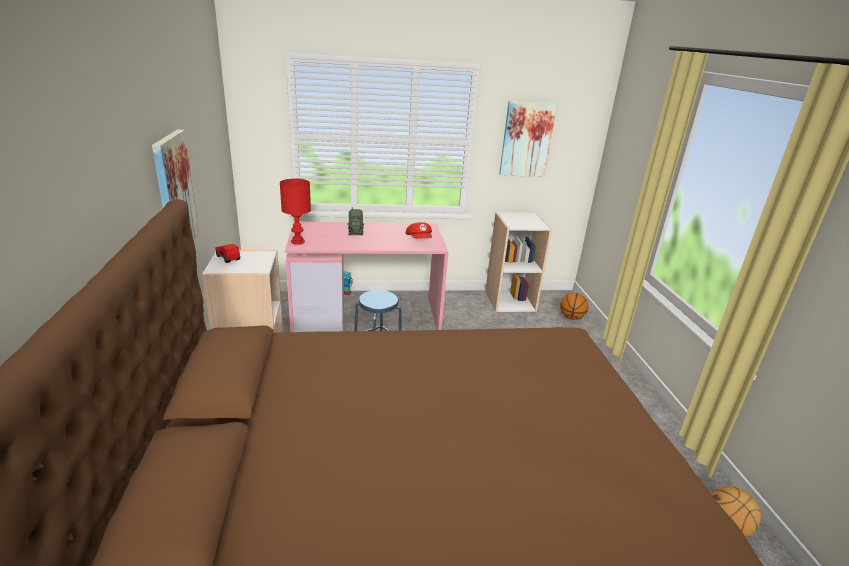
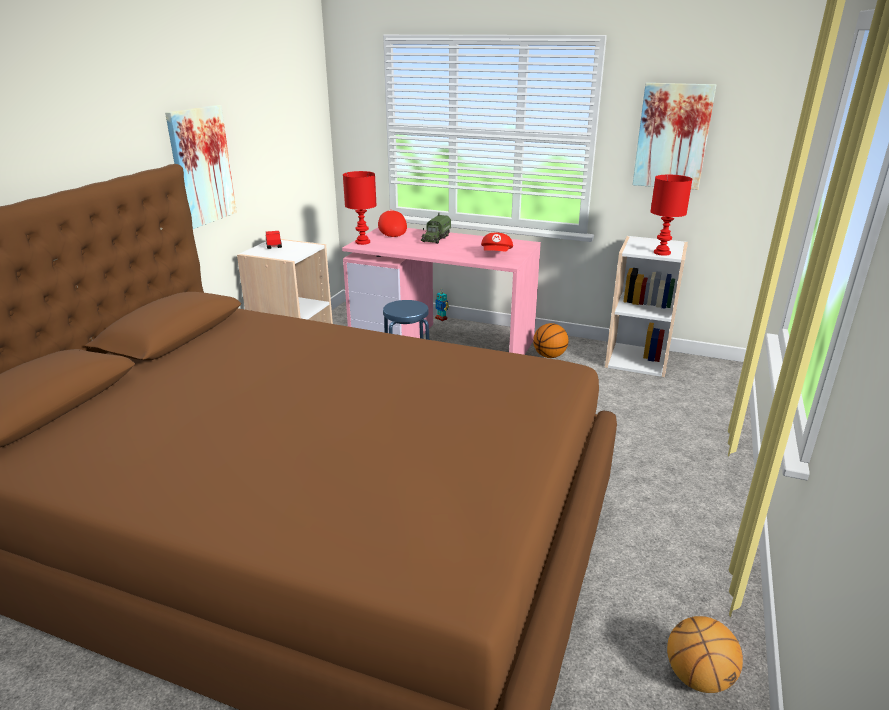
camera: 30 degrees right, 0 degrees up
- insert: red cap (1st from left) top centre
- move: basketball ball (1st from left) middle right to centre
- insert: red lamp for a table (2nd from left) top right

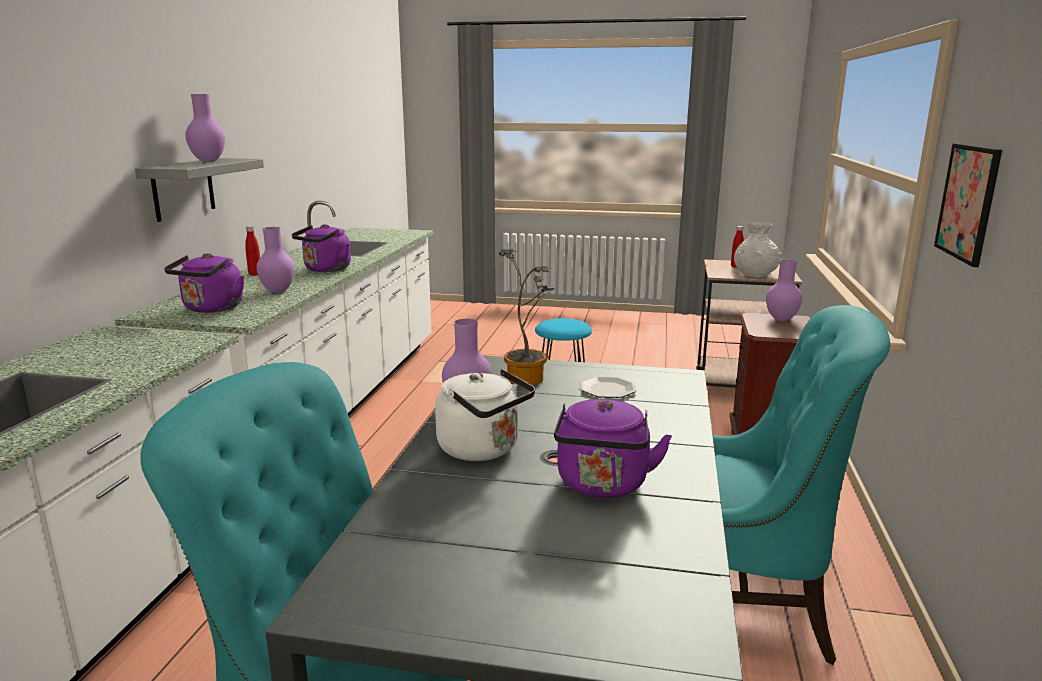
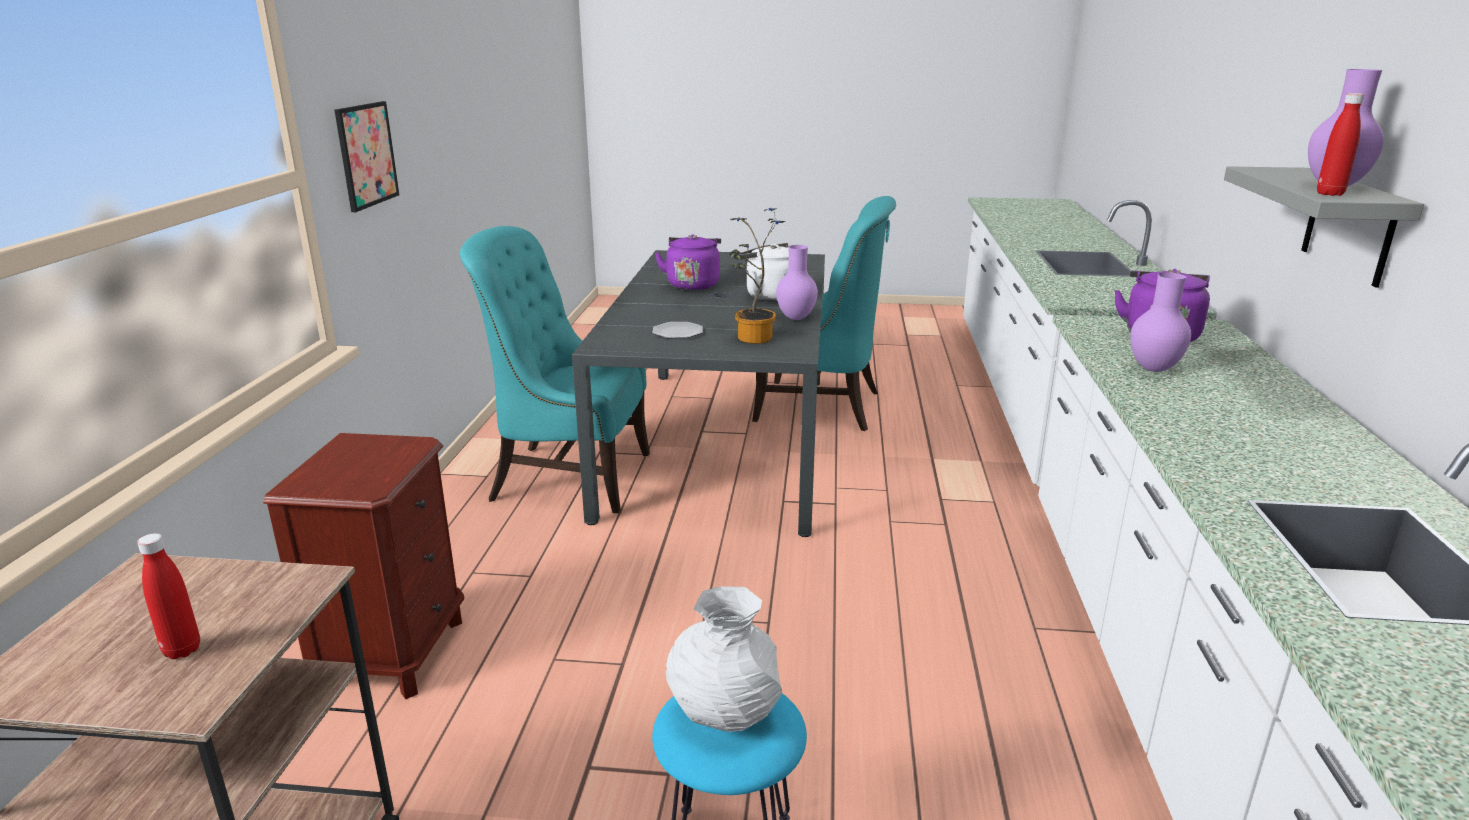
camera: 175 degrees right, 5 degrees up
- move: white-coloured decorative vase middle right to bottom centre
- move: red drink bottle (1st from left in the first image) middle left to red drink bottle (2nd from left) top right
- delete: purple tea kettle (2nd from left) middle left
- delete: purple decorative vase (4th from left) middle right

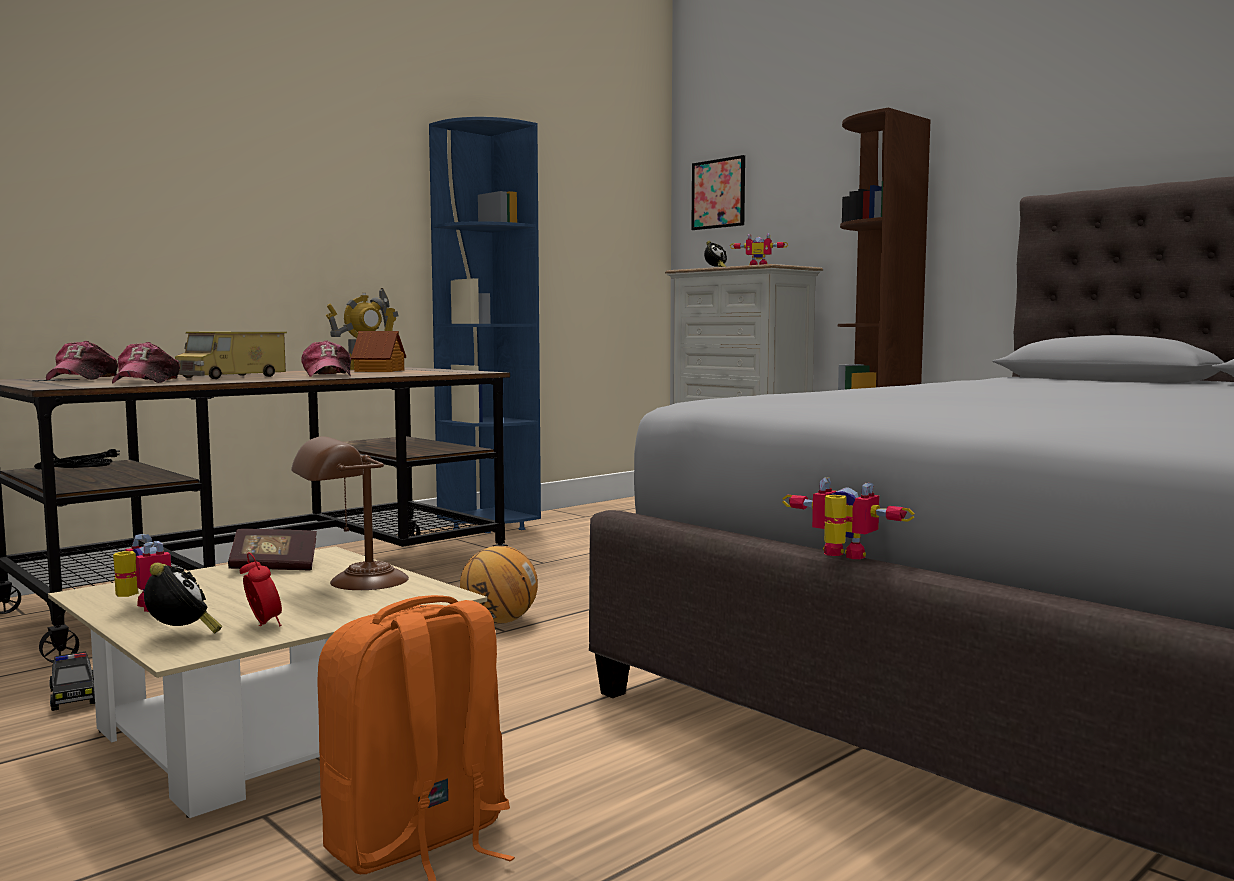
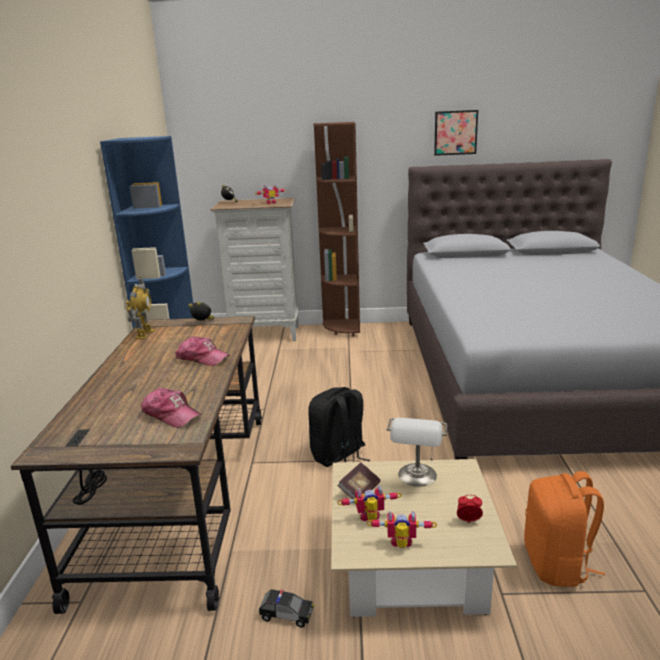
camera: 45 degrees left, 15 degrees up
- move: table clock (1st from left) bottom left to middle left
- replace: basketball ball centre to blackish knapsack centre
- move: toy robot (4th from left in the first image) middle right to toy robot (3rd from left) bottom centre
- recolor: brownish lamp for a table middle left to white-coloured lamp for a table bottom centre
- move: wall art top centre to top right
- delete: cap (1st from left) middle left
- delete: model truck middle left
- delete: miniature house middle left

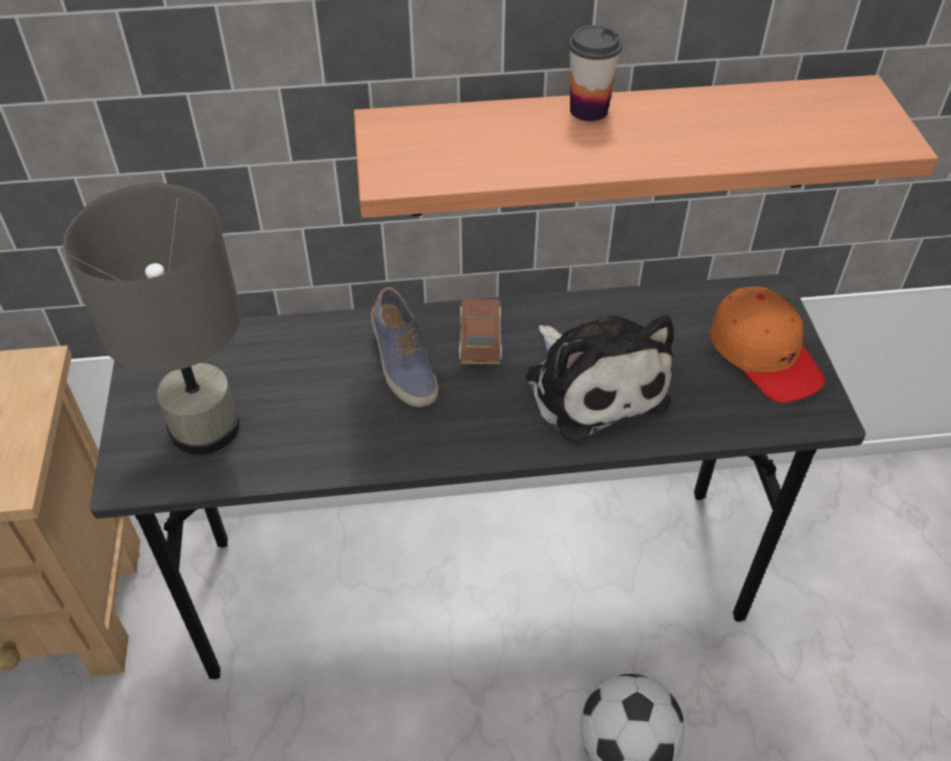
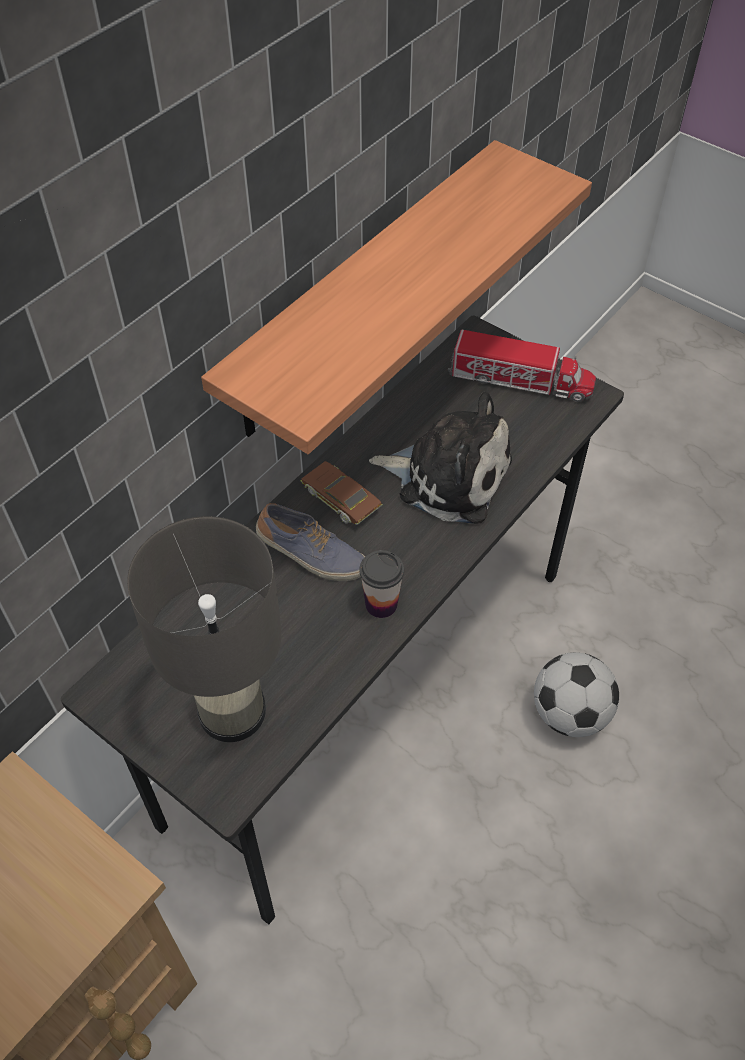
camera: 45 degrees left, 5 degrees up
- move: small cup top centre to centre
- replace: orangey cap middle right to model truck middle right

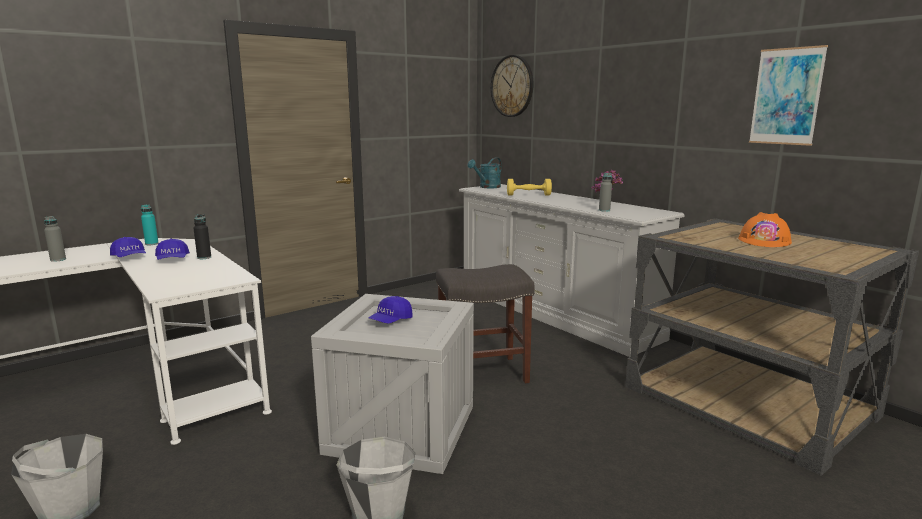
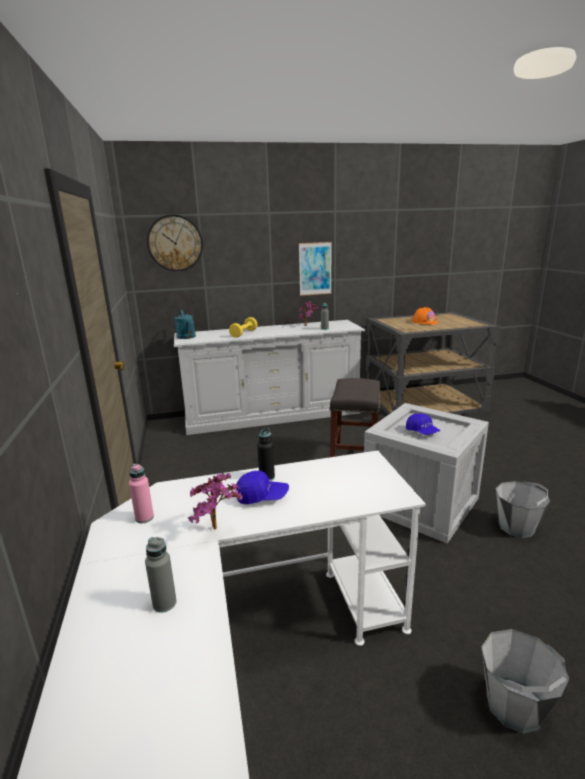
camera: 65 degrees left, 5 degrees up
- recolor: turquoise drink bottle middle left to pink-coloured drink bottle middle left
- replace: blue-coloured cap (1st from left) middle left to plant in a pot (1st from left) centre
- move: wall art top right to centre

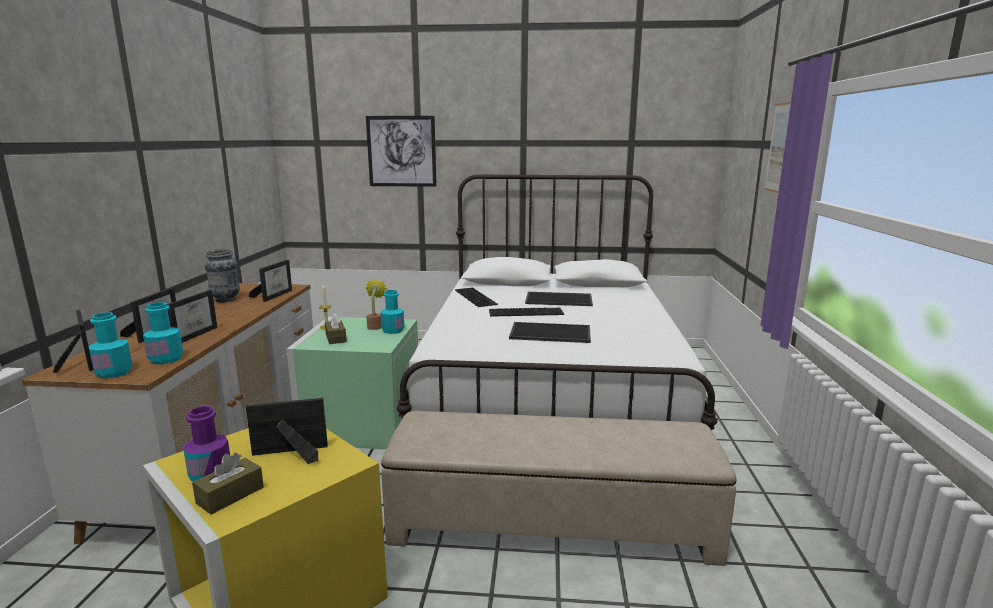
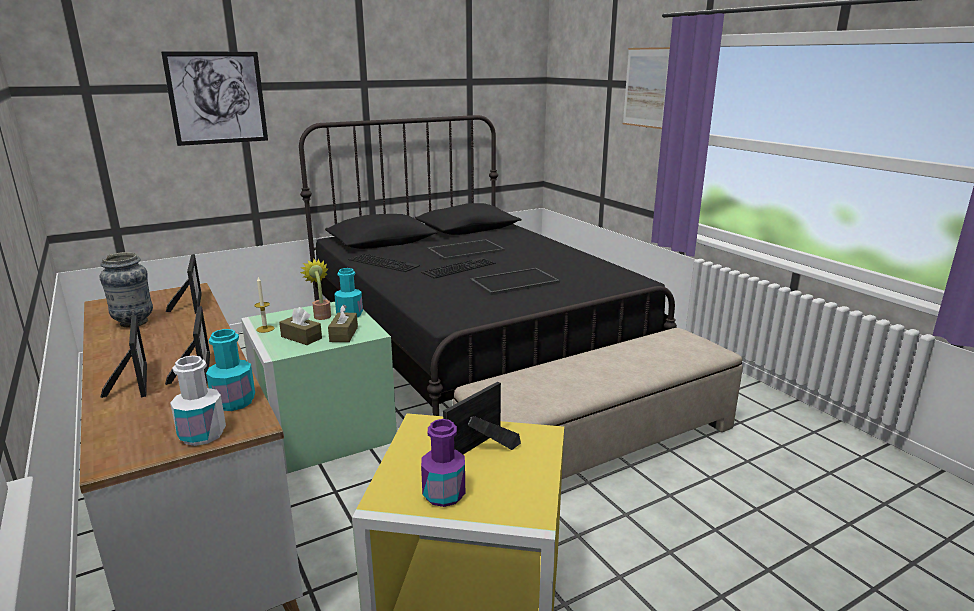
camera: 35 degrees left, 5 degrees up
- recolor: turquoise drink bottle (1st from left) middle left to white-coloured drink bottle middle left
- recolor: white-coloured bedroom bed centre to blackish bedroom bed centre
- move: brownish tissue holder (1st from left in the first image) bottom left to brownish tissue holder (2nd from left) centre
- delete: picture frame (1st from left) middle left

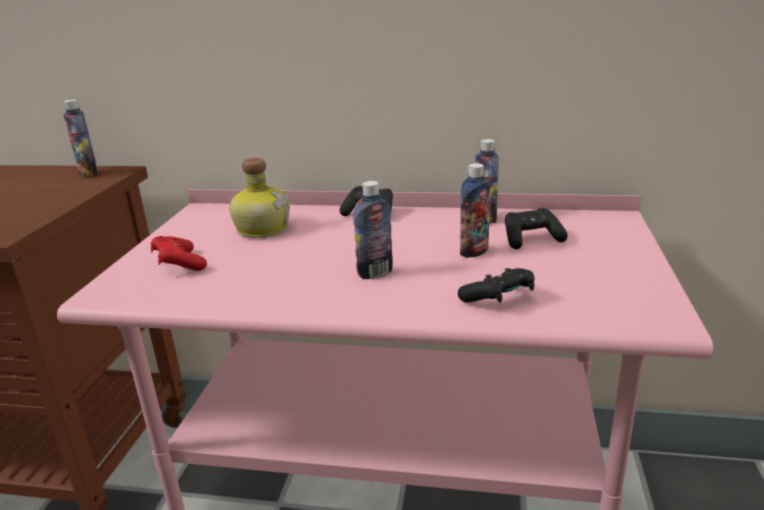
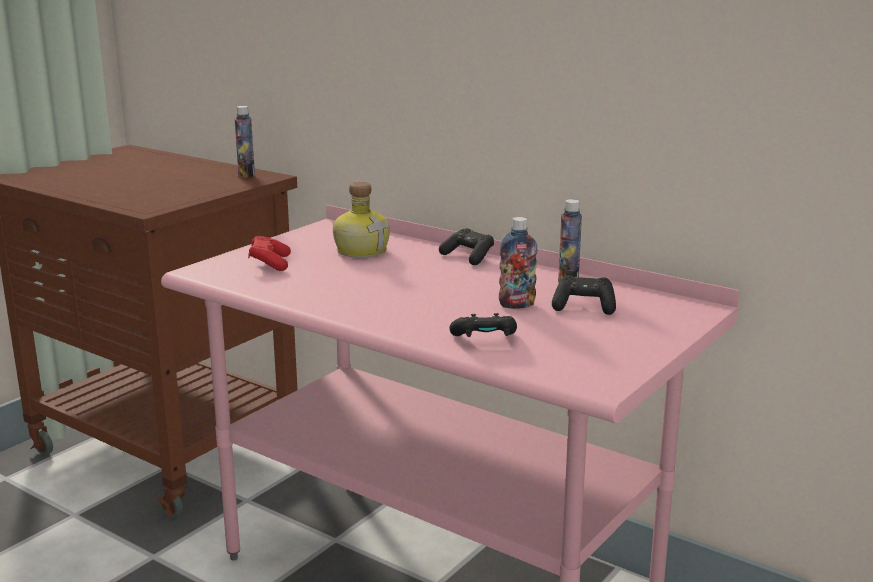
camera: 25 degrees right, 5 degrees down
- delete: drink bottle (3rd from left) centre

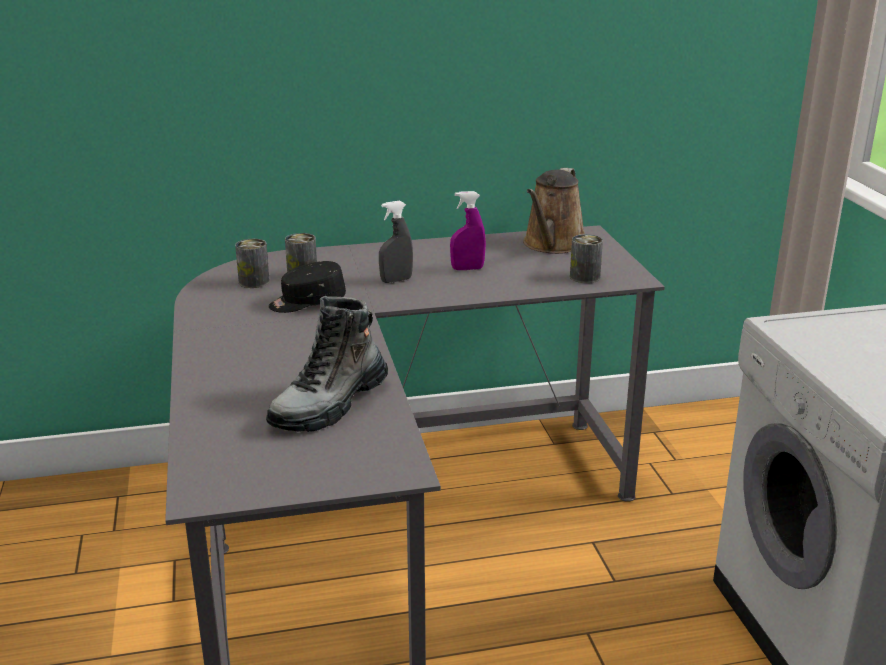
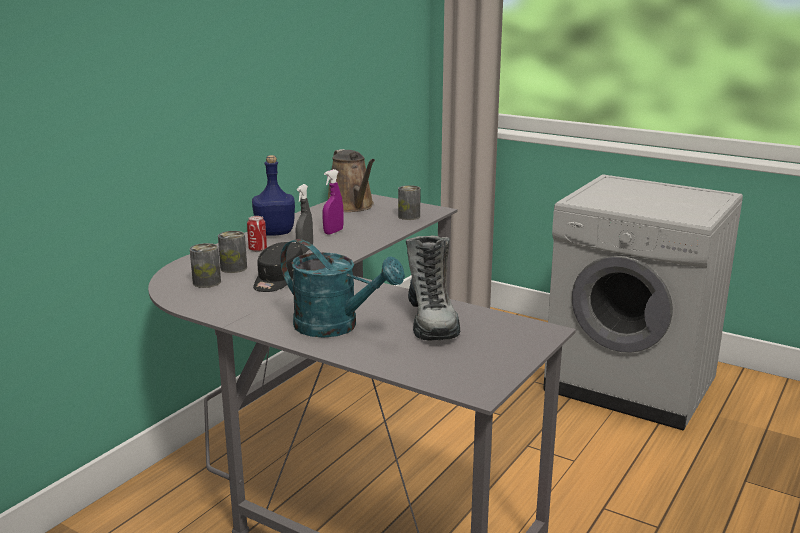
camera: 45 degrees left, 5 degrees down
- insert: metal can (3rd from left) middle left
- insert: blue-coloured drink bottle centre
- insert: turquoise sprinkling can centre

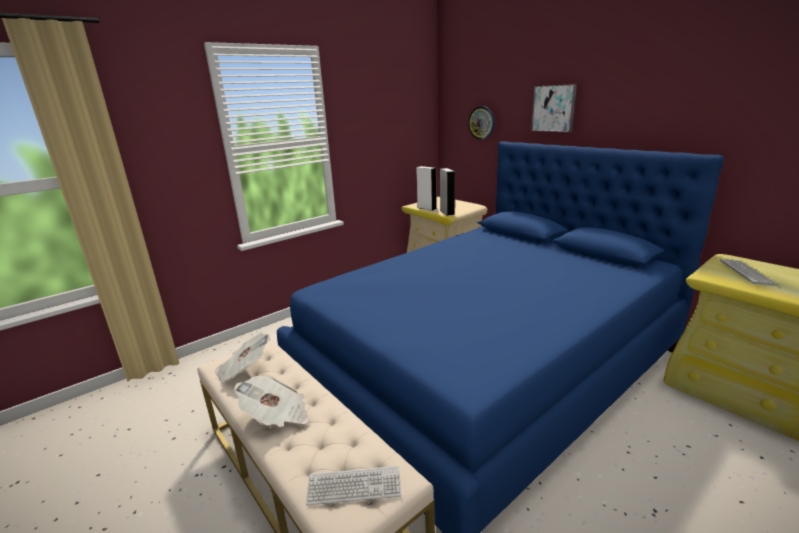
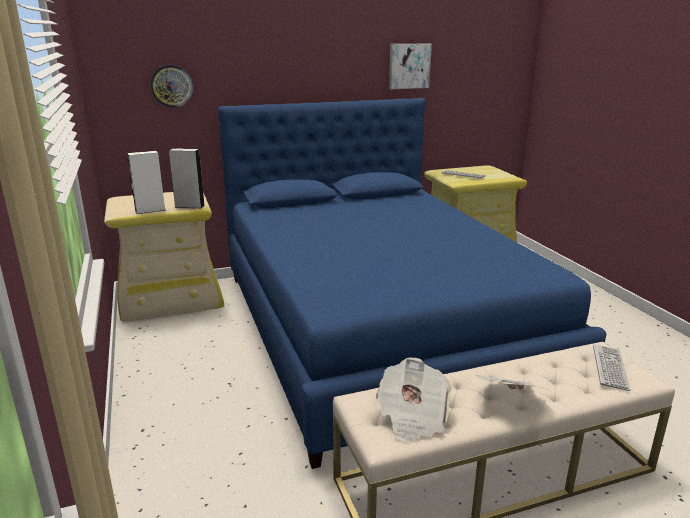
camera: 70 degrees left, 0 degrees up
- move: wall art top right to top centre

